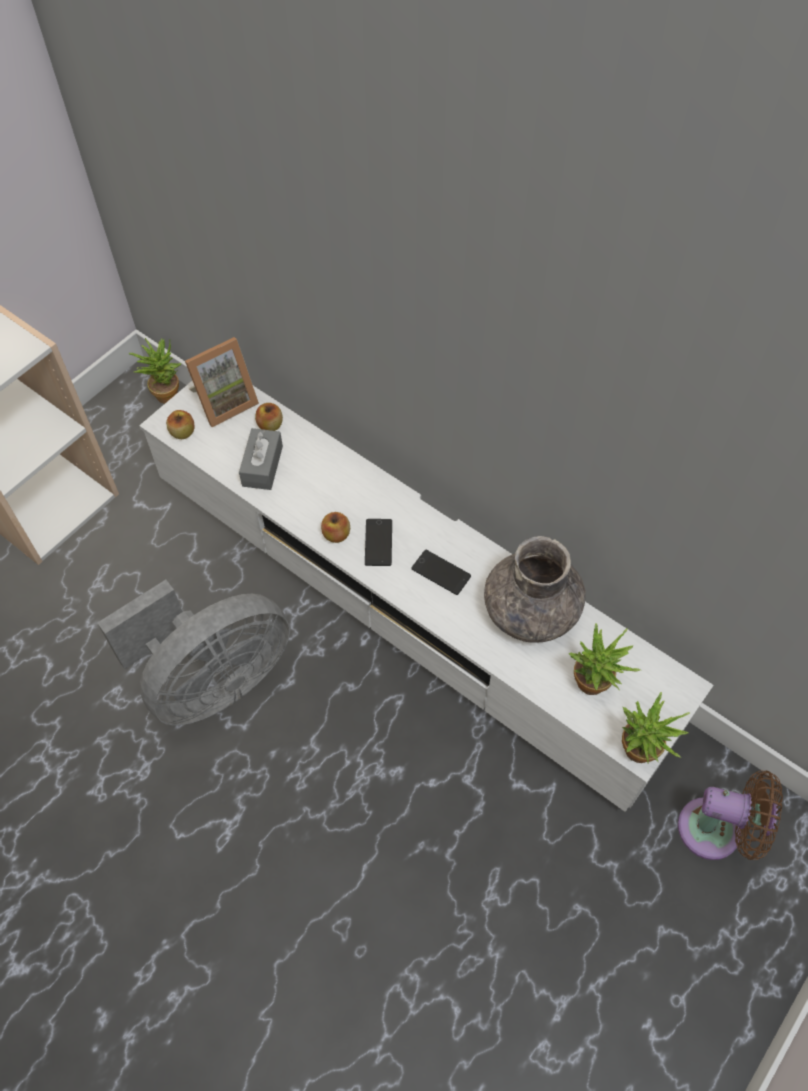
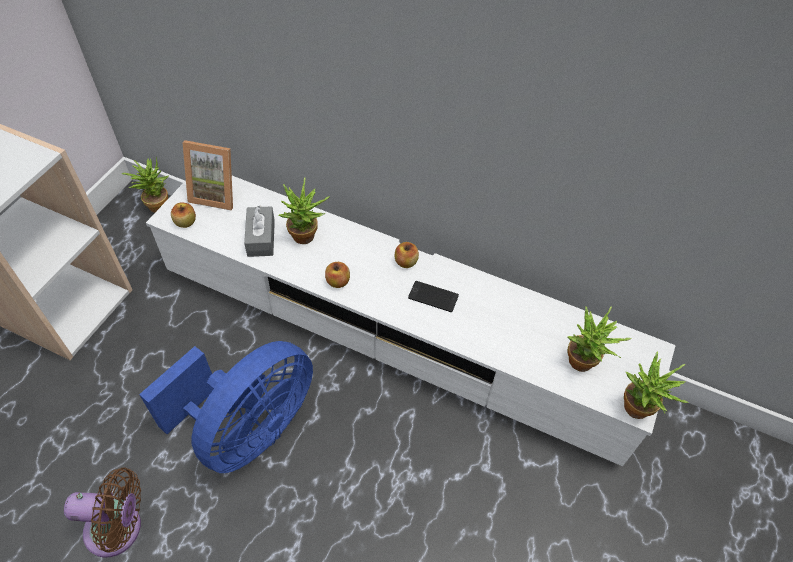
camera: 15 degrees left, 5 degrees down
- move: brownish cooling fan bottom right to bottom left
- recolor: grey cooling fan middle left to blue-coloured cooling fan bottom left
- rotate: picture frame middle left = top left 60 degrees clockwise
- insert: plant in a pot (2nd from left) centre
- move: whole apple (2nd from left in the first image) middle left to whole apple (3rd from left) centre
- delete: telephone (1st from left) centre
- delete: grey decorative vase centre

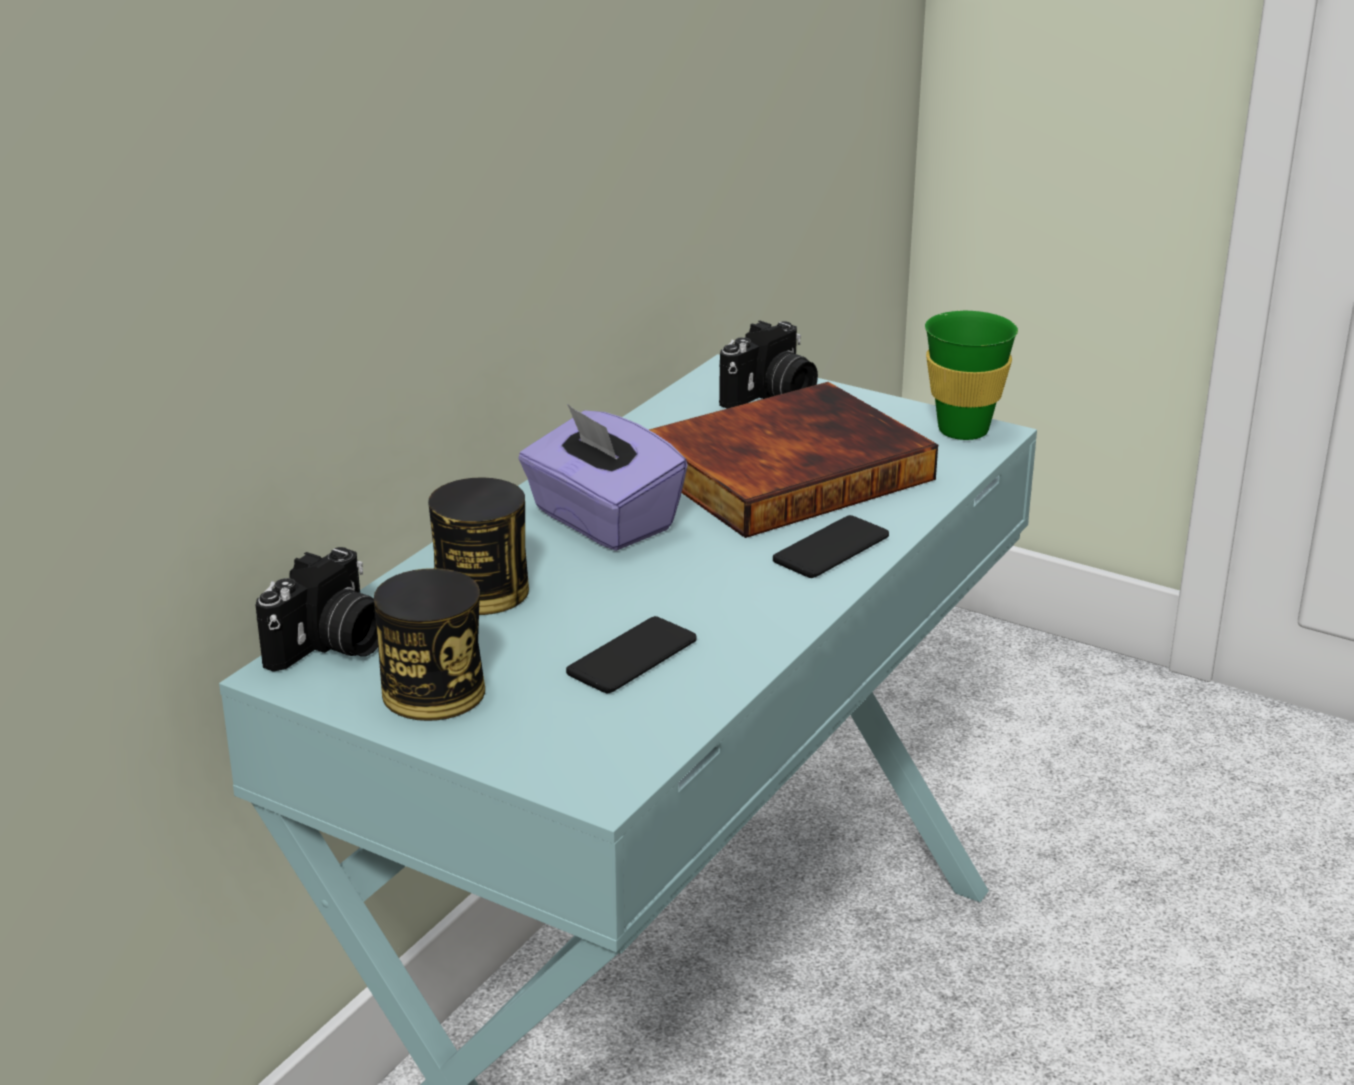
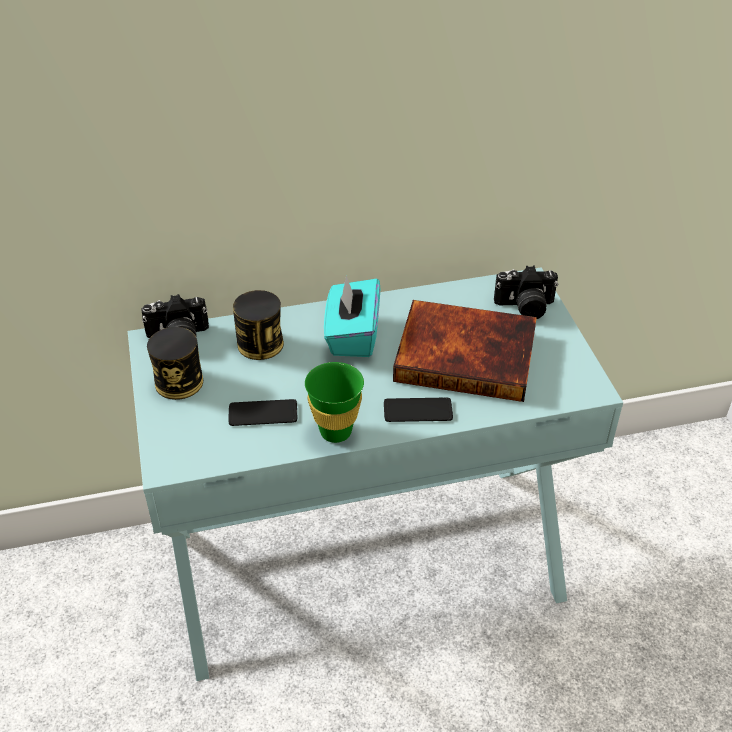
camera: 45 degrees right, 15 degrees up
- move: green small cup middle right to centre
- recolor: purple tissue holder centre to turquoise tissue holder centre

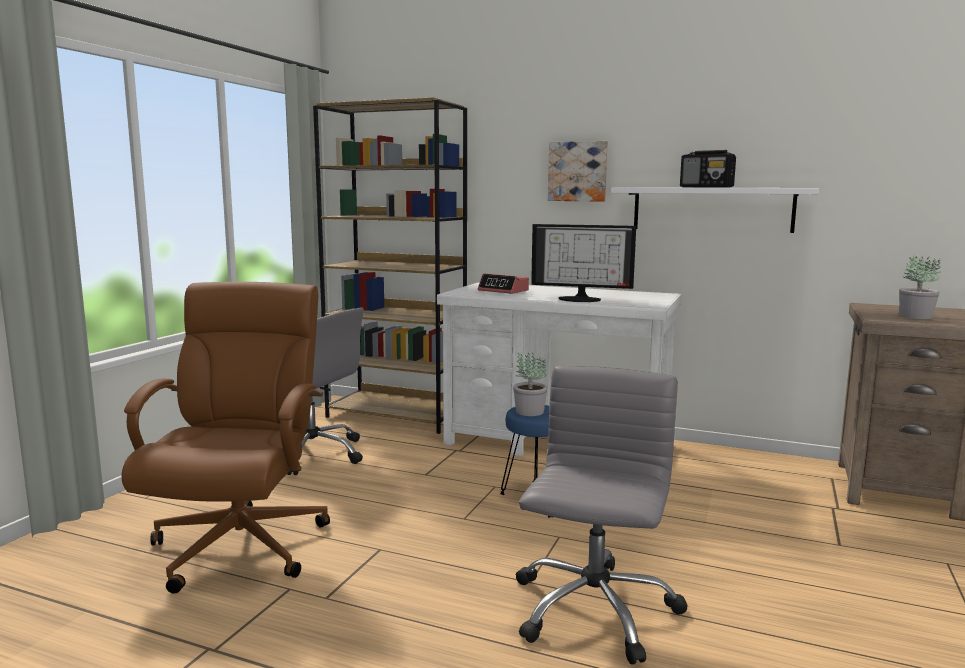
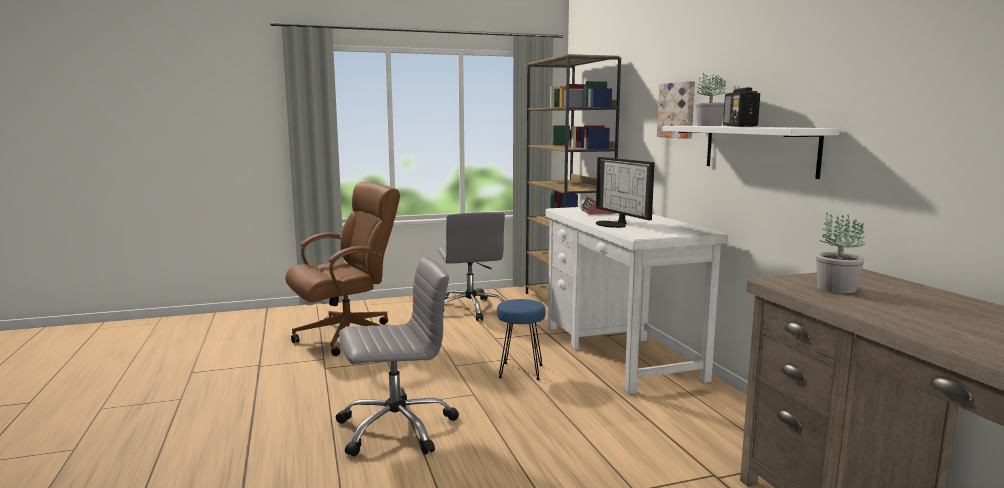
camera: 50 degrees right, 0 degrees up
- move: plant in a pot (1st from left) centre to top right

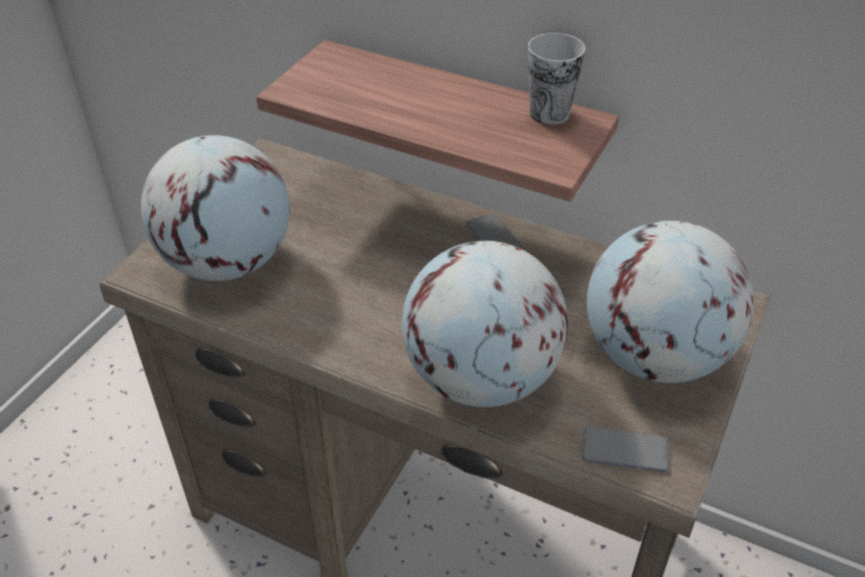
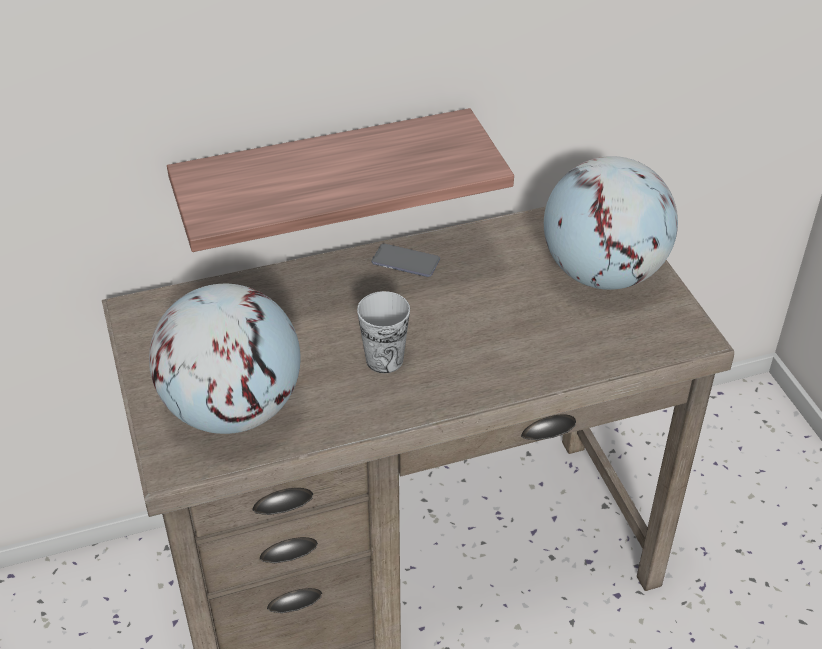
camera: 45 degrees left, 0 degrees up
- move: small cup top centre to centre
- delete: world globe (2nd from left) centre
- delete: telephone (2nd from left) bottom right

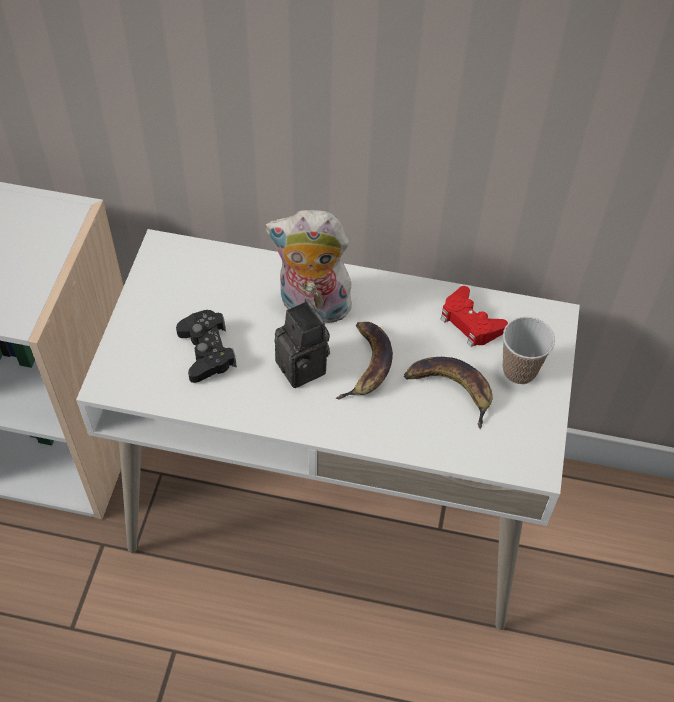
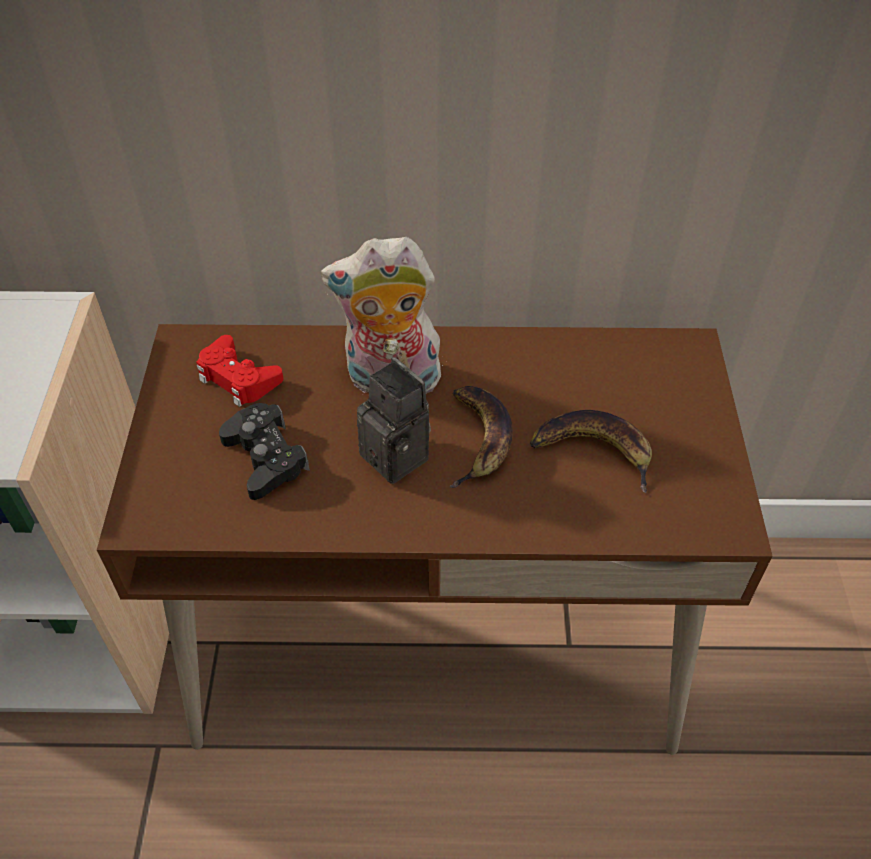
camera: 10 degrees left, 5 degrees down
- recolor: white-coloured desk unit centre to brownish desk unit centre
- move: red gamepad middle right to middle left
- delete: small cup middle right

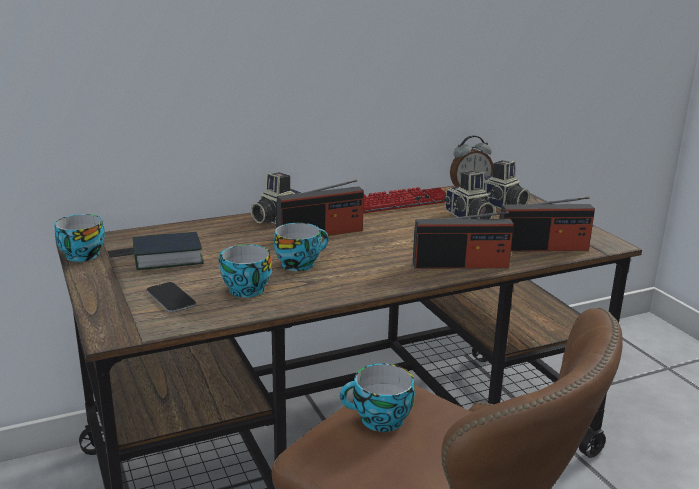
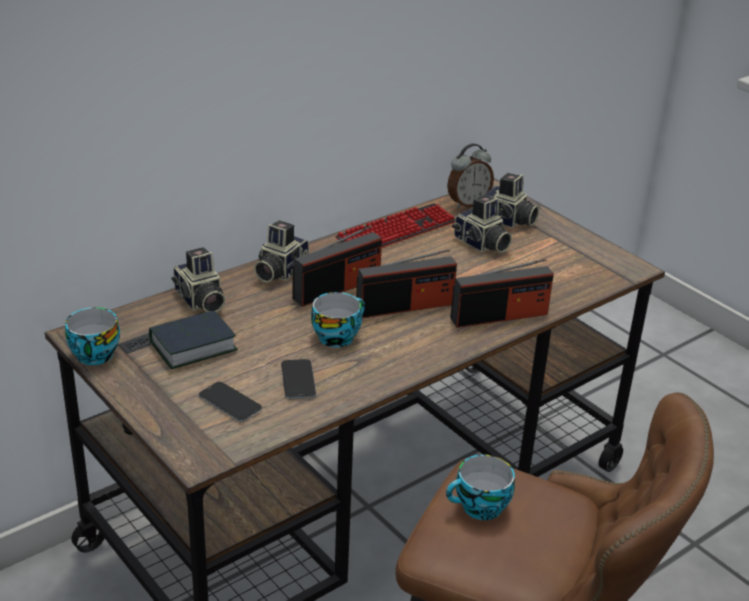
camera: 15 degrees left, 10 degrees up
- insert: still camera (1st from left) middle left
- replace: small cup (2nd from left) centre to telephone (2nd from left) centre
- move: radio receiver (3rd from left in the first image) middle right to radio receiver (2nd from left) centre

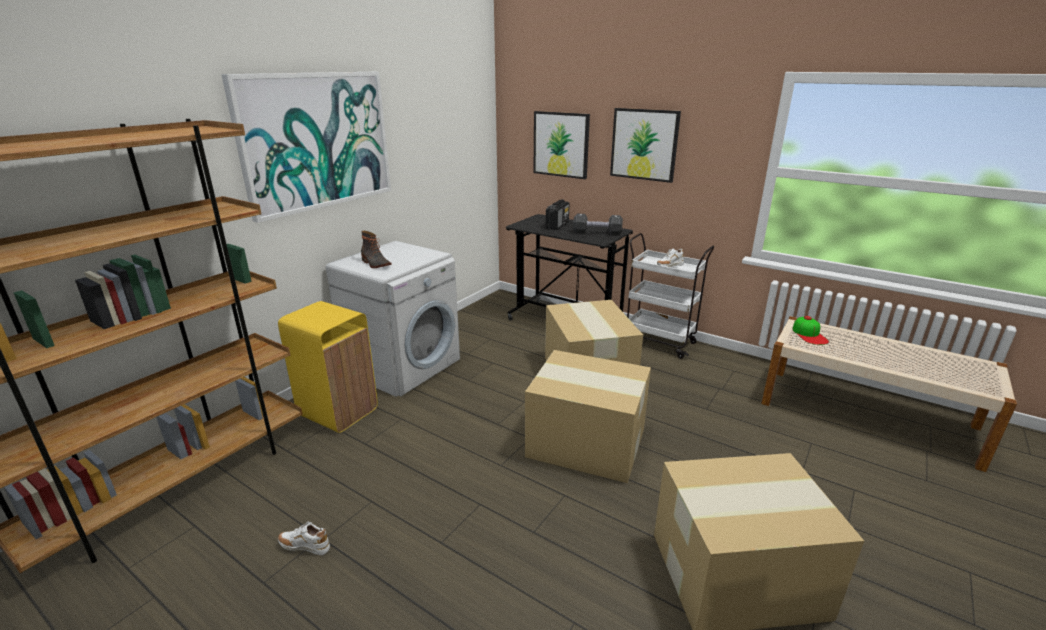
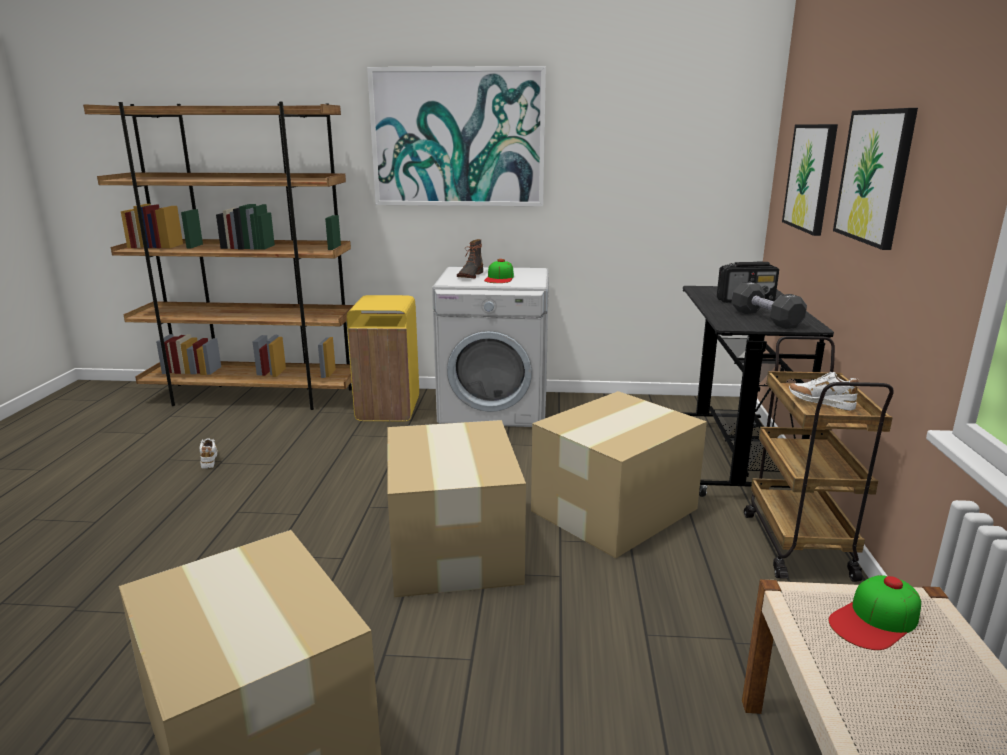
camera: 60 degrees right, 5 degrees down
- insert: cap (1st from left) centre
- recolor: white-coloured cart centre to brownish cart middle right

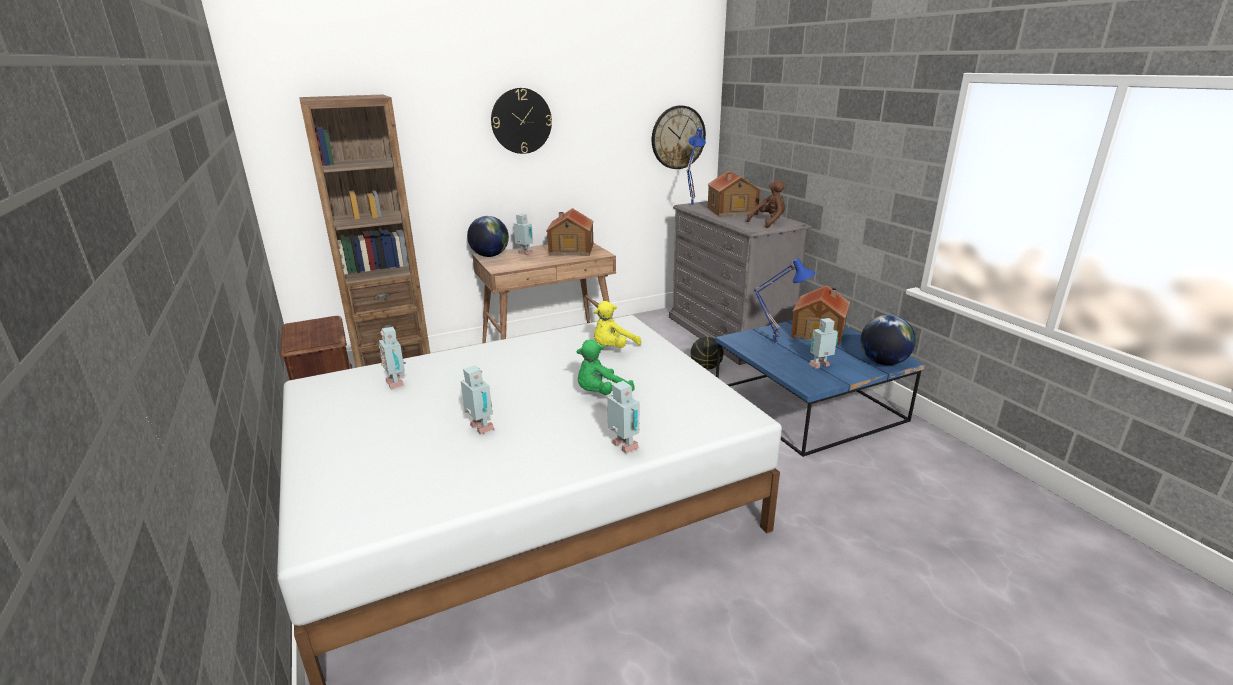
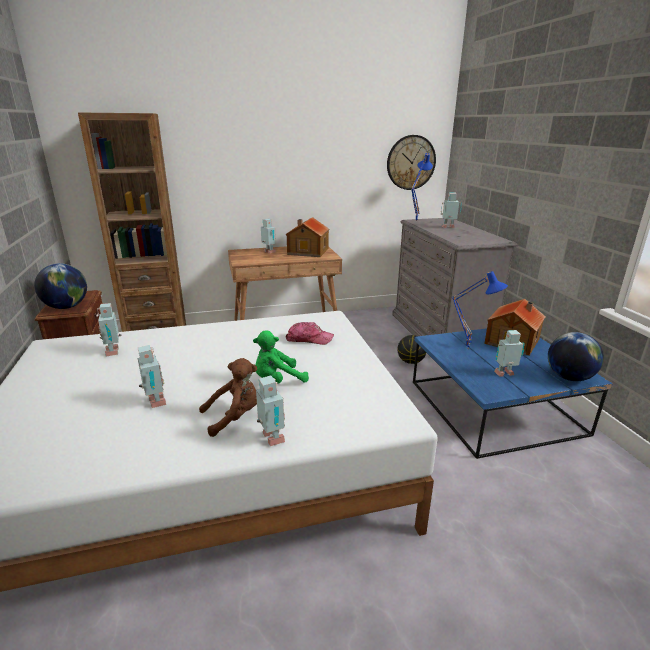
camera: 10 degrees right, 0 degrees up
- move: world globe (1st from left) centre to middle left
- move: brownish soft toy top centre to centre
- replace: yellowish soft toy centre to cap centre
- replace: miniature house (2nd from left) top centre to toy robot (5th from left) top right
- delete: hanging clock (1st from left) top centre

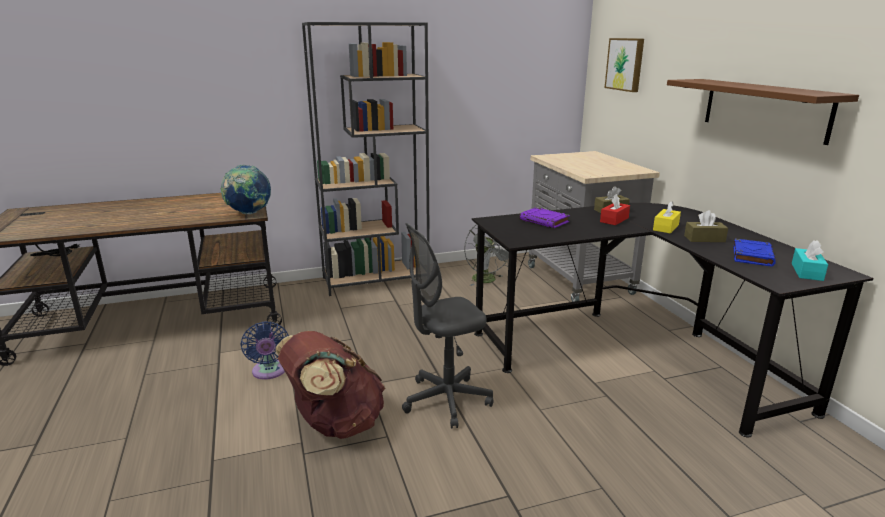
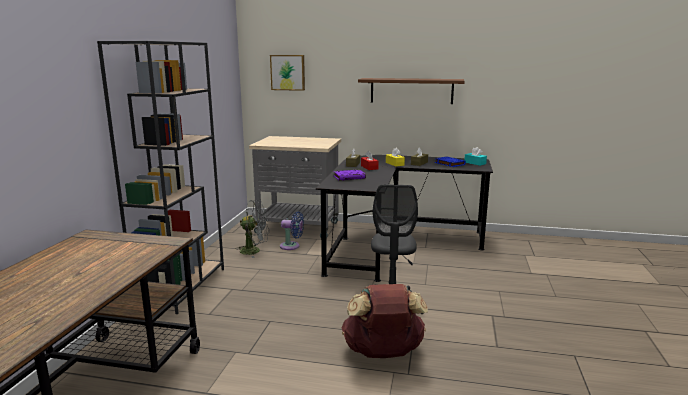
camera: 60 degrees left, 5 degrees down
- move: blue-coloured cooling fan bottom left to centre
- delete: world globe middle left

